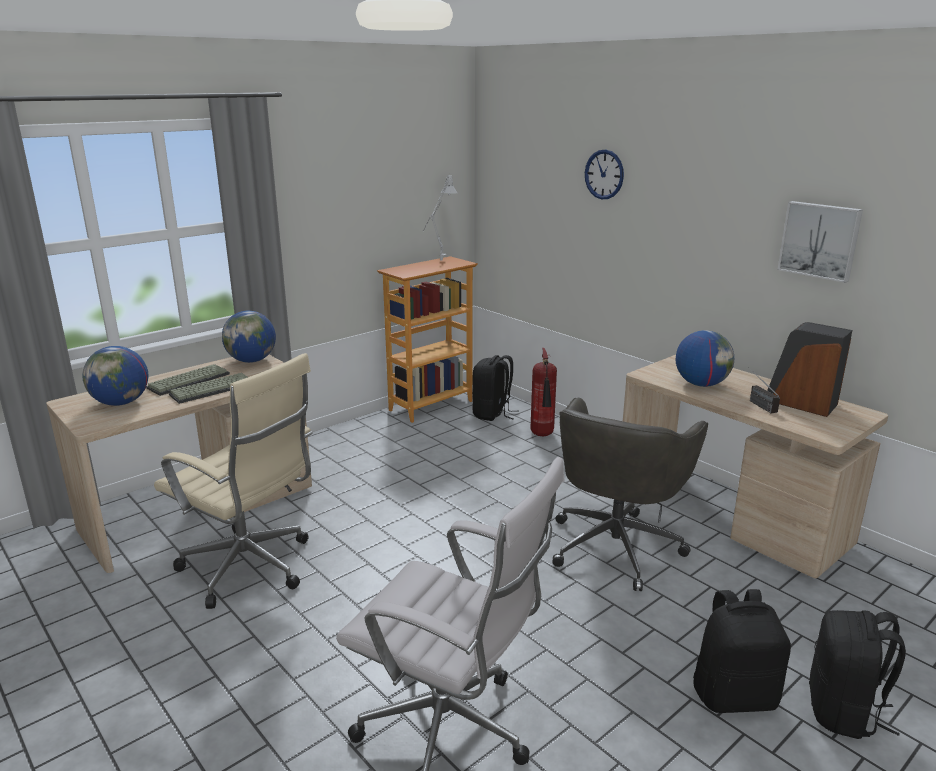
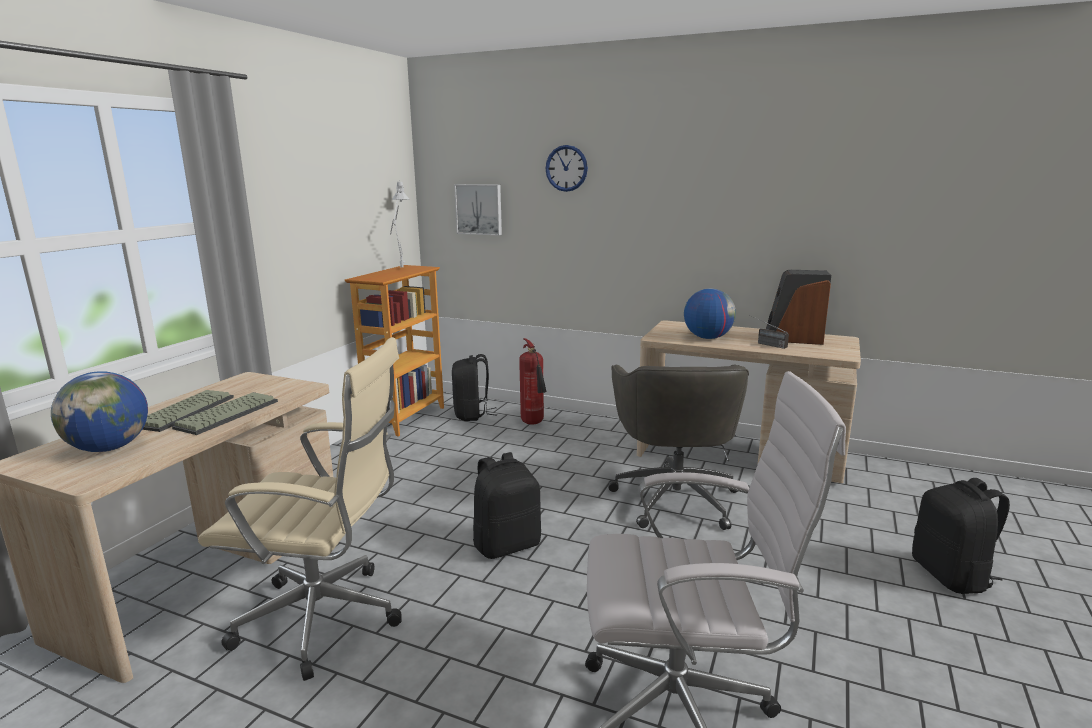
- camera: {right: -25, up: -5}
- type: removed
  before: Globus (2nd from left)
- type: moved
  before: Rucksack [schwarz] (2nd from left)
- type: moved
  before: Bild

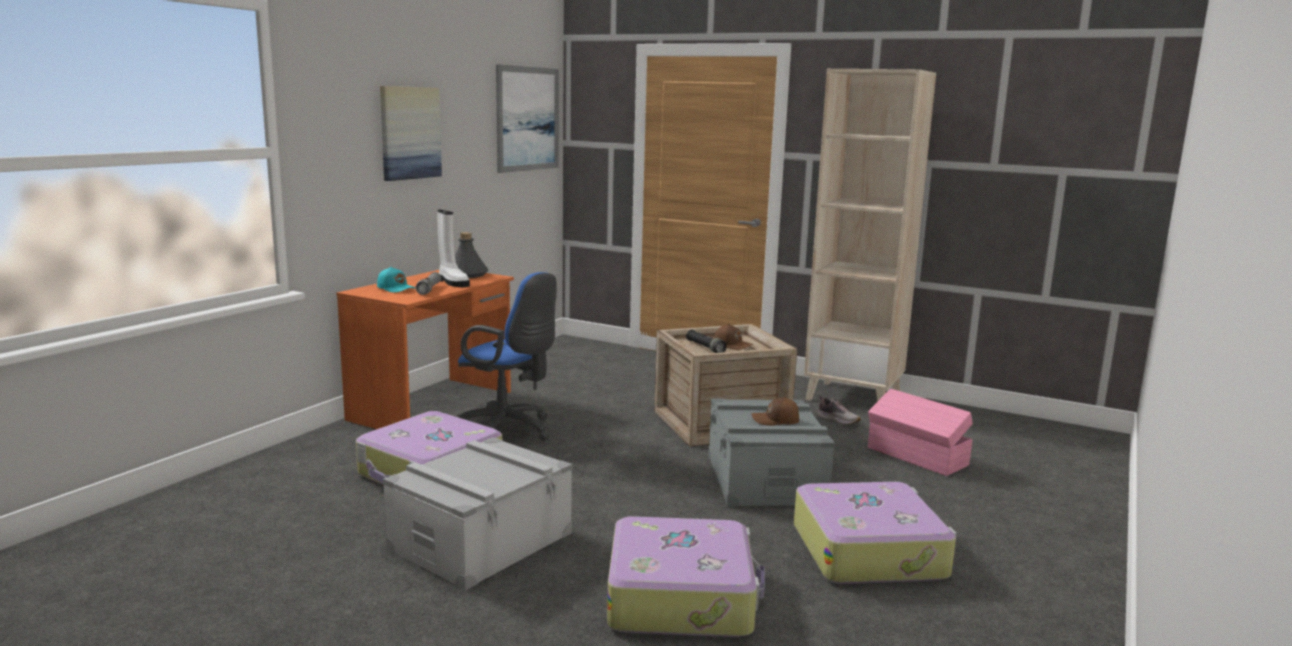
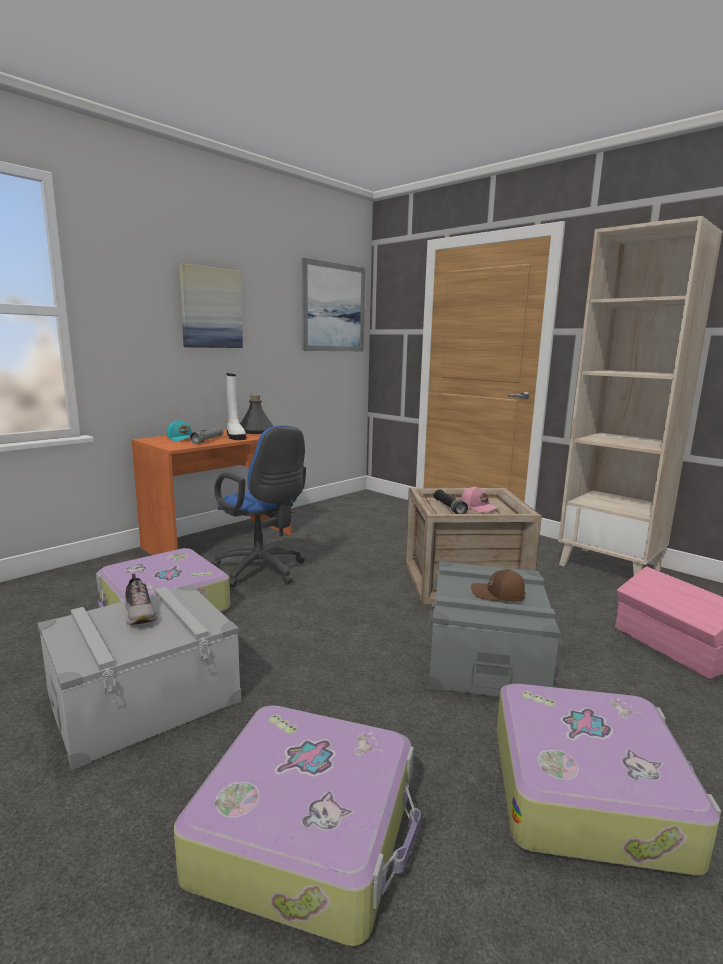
- camera: {right: 15, up: 0}
- type: recoloured
  before: Kappe [braun] (1st from left)
  after: Kappe [rosa]
- type: moved
  before: Schuh

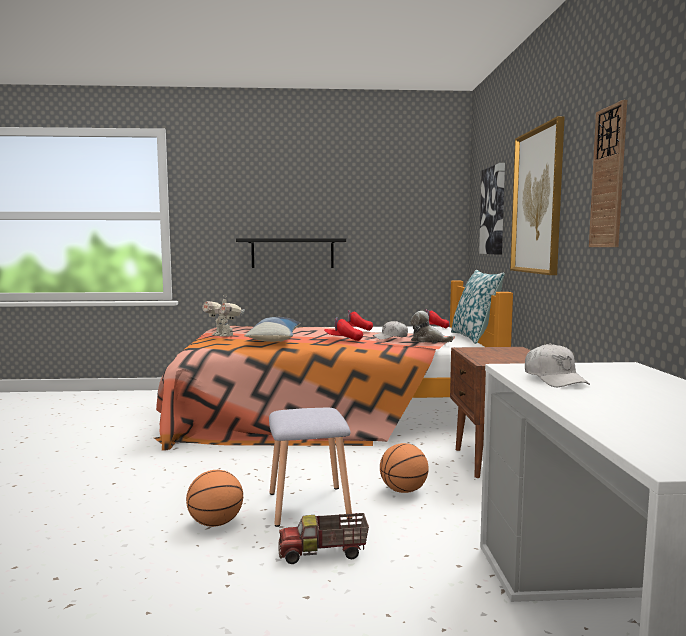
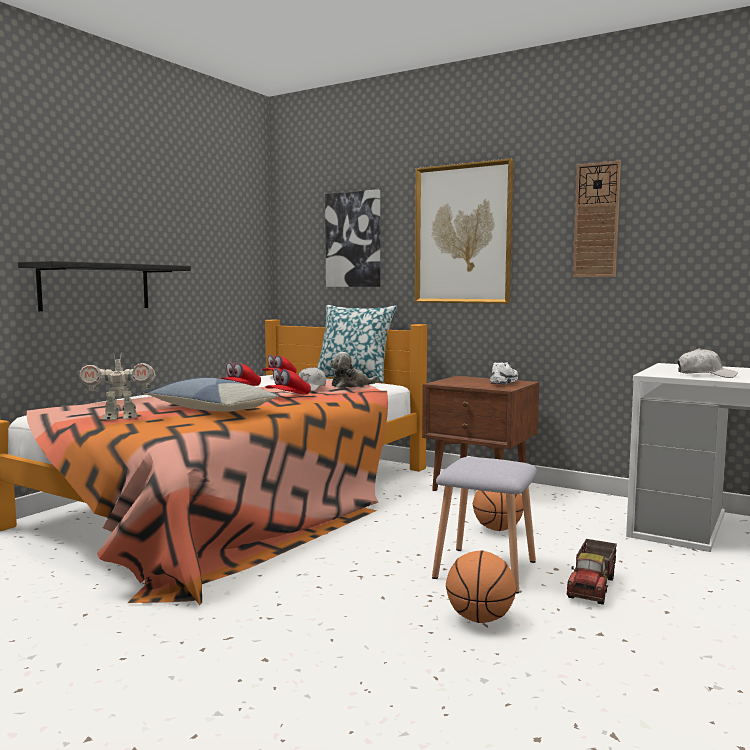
- camera: {right: -55, up: 0}
- type: added
  after: Schuh [weiß]

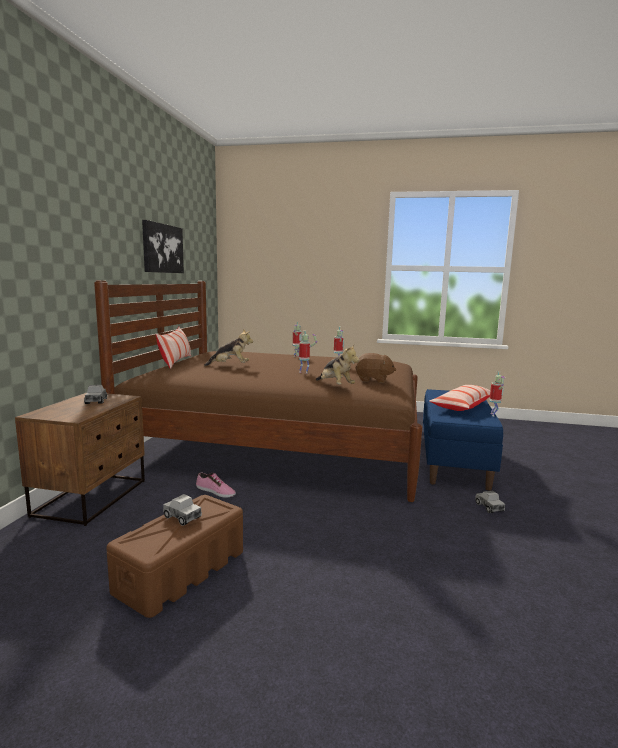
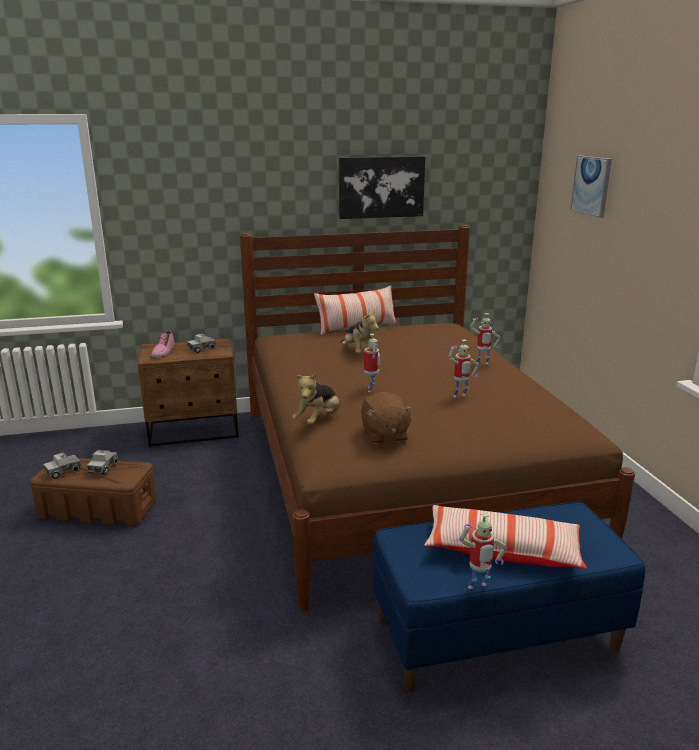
- camera: {right: 65, up: 10}
- type: moved
  before: Schuh
- type: moved
  before: Spielzeuglaster (3rd from left in the first image)
  after: Spielzeuglaster (1st from left)
- type: added
  after: Bild (2nd from left)

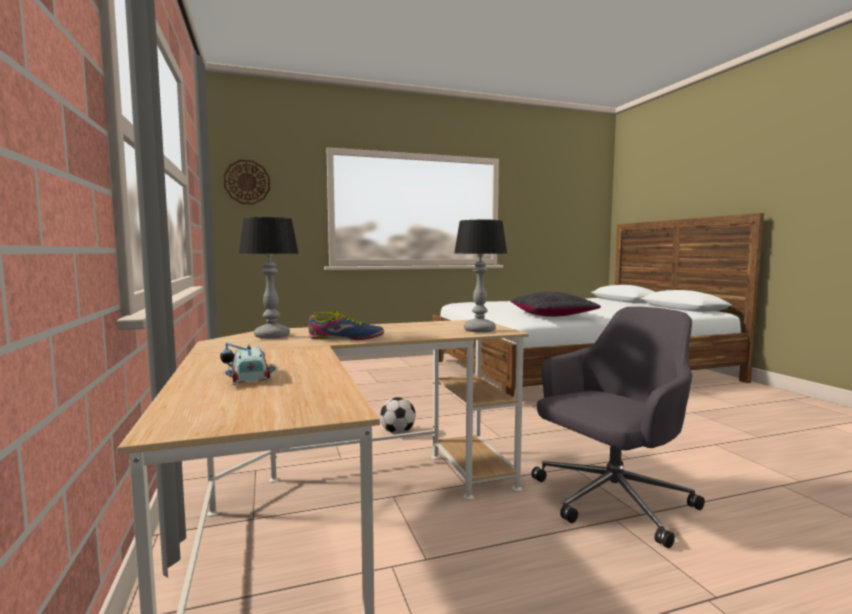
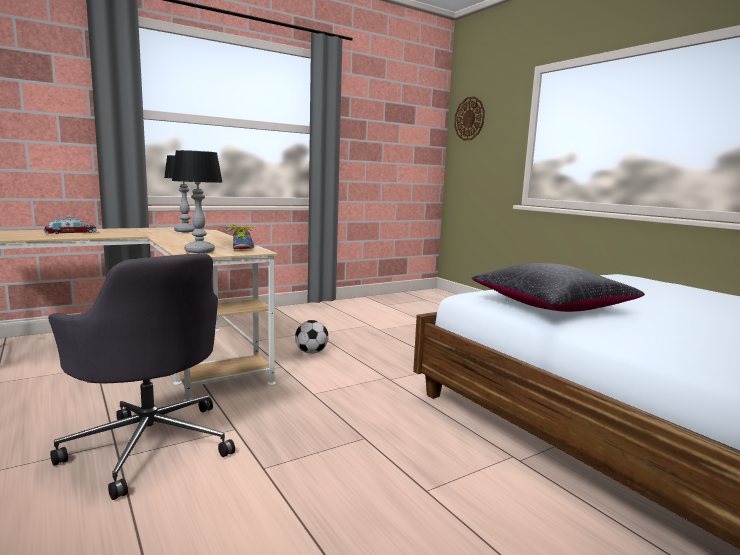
- camera: {right: 75, up: 5}
- type: moved
  before: Schuh

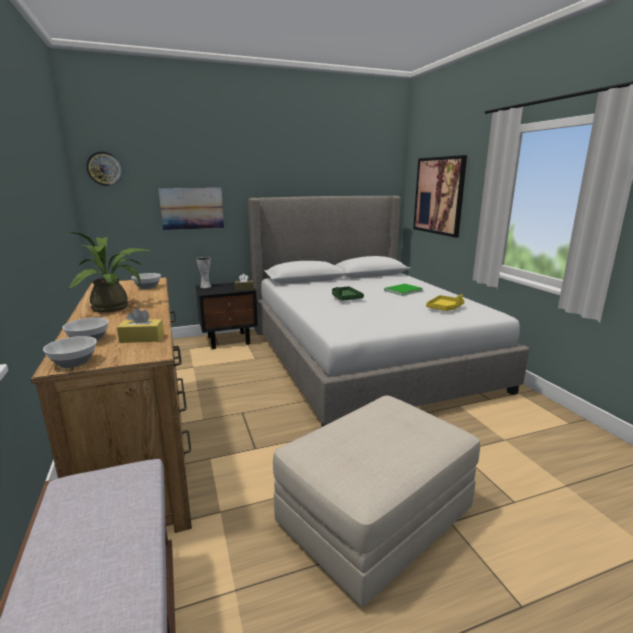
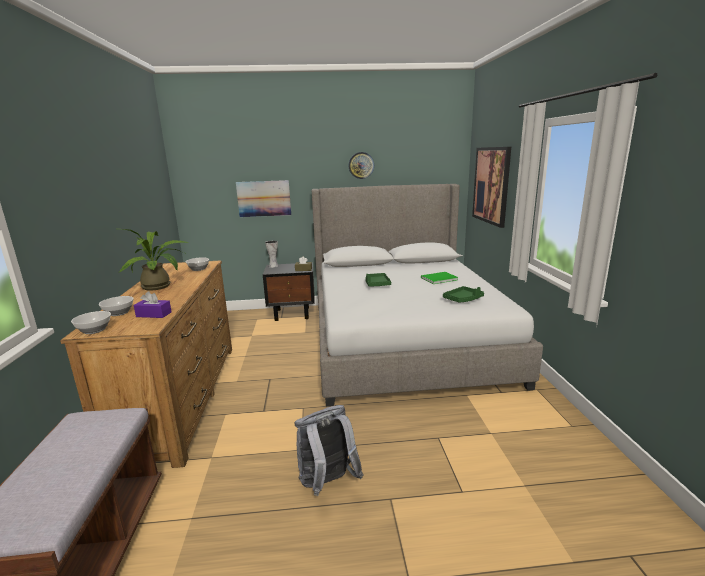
- camera: {right: 15, up: 0}
- type: moved
  before: Wanduhr
- type: recoloured
  before: Taschentuchbox [gelb]
  after: Taschentuchbox [lila]
- type: replaced
  before: Polsterhocker [beige]
  after: Rucksack [grau]
- type: recoloured
  before: Tablett [gelb]
  after: Tablett [grün] (2nd from left)

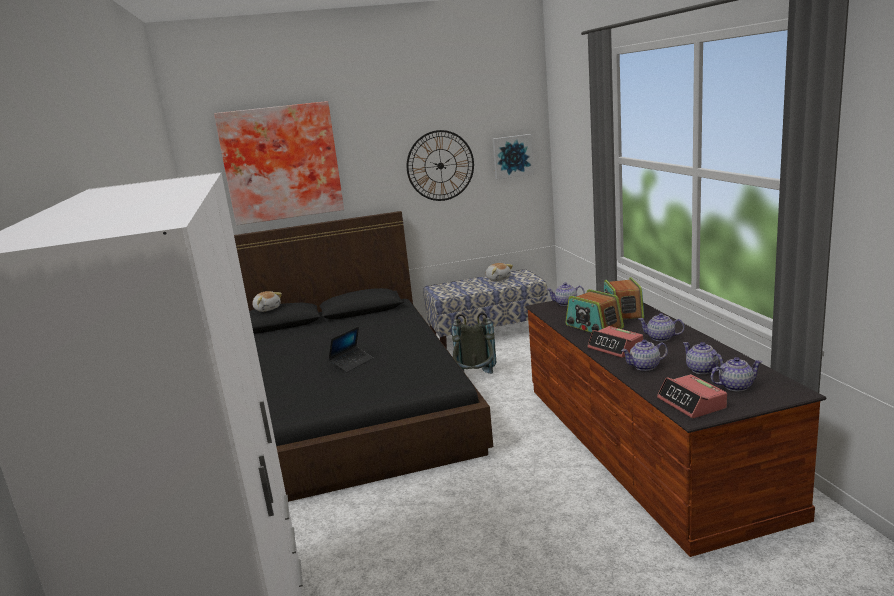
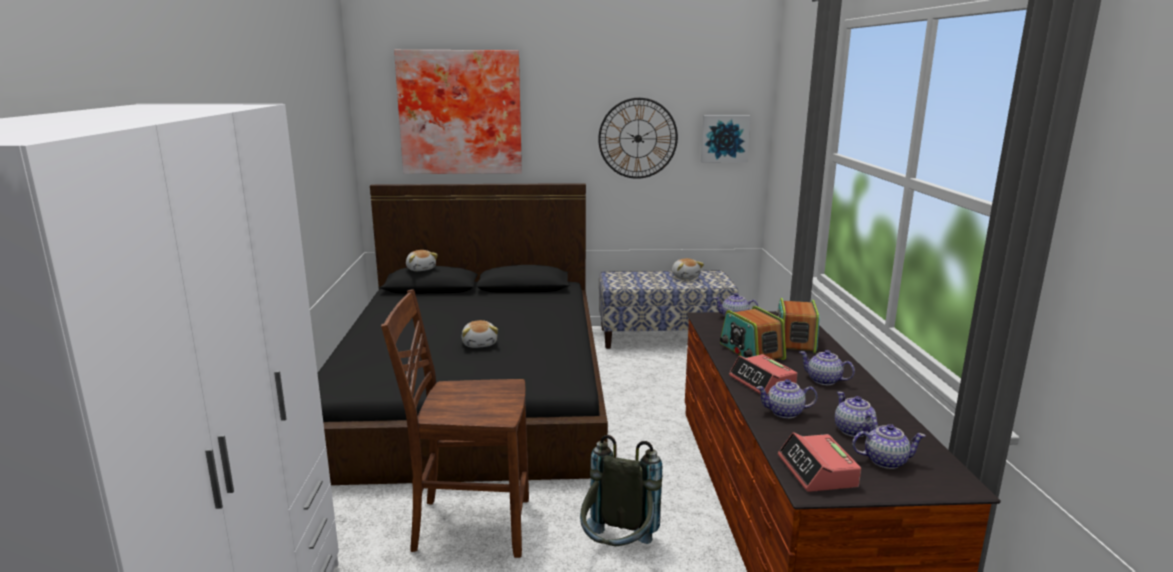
- camera: {right: 10, up: 0}
- type: replaced
  before: Laptop
  after: Plüschtier (2nd from left)
- type: moved
  before: Rucksack [grau]
- type: added
  after: Stuhl [braun]

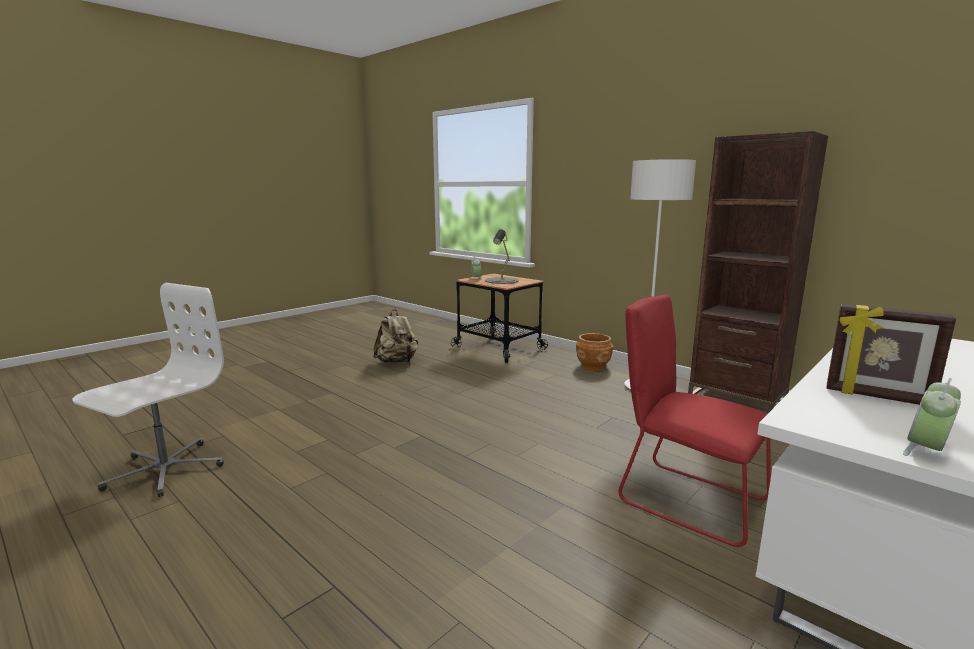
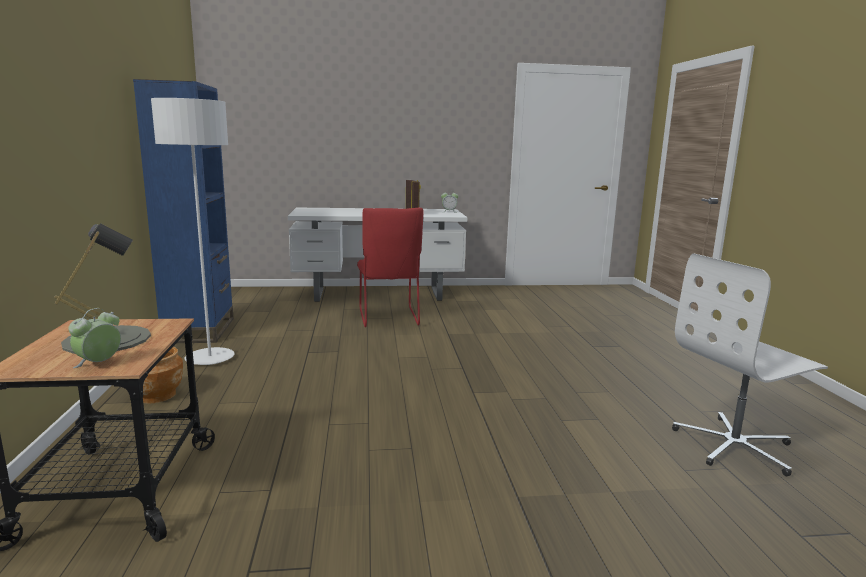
- camera: {right: -140, up: 0}
- type: removed
  before: Rucksack [beige]
- type: recoloured
  before: Bücherregal [braun]
  after: Bücherregal [blau]

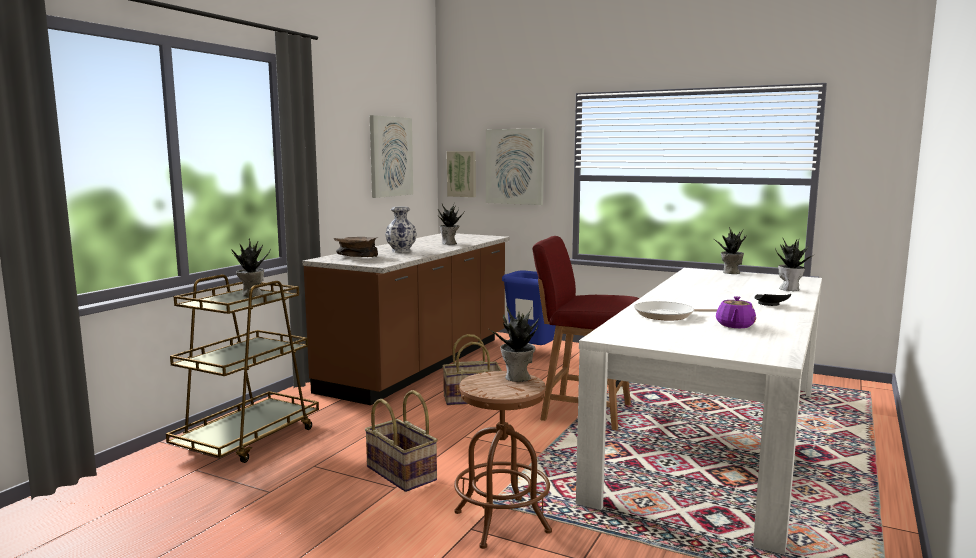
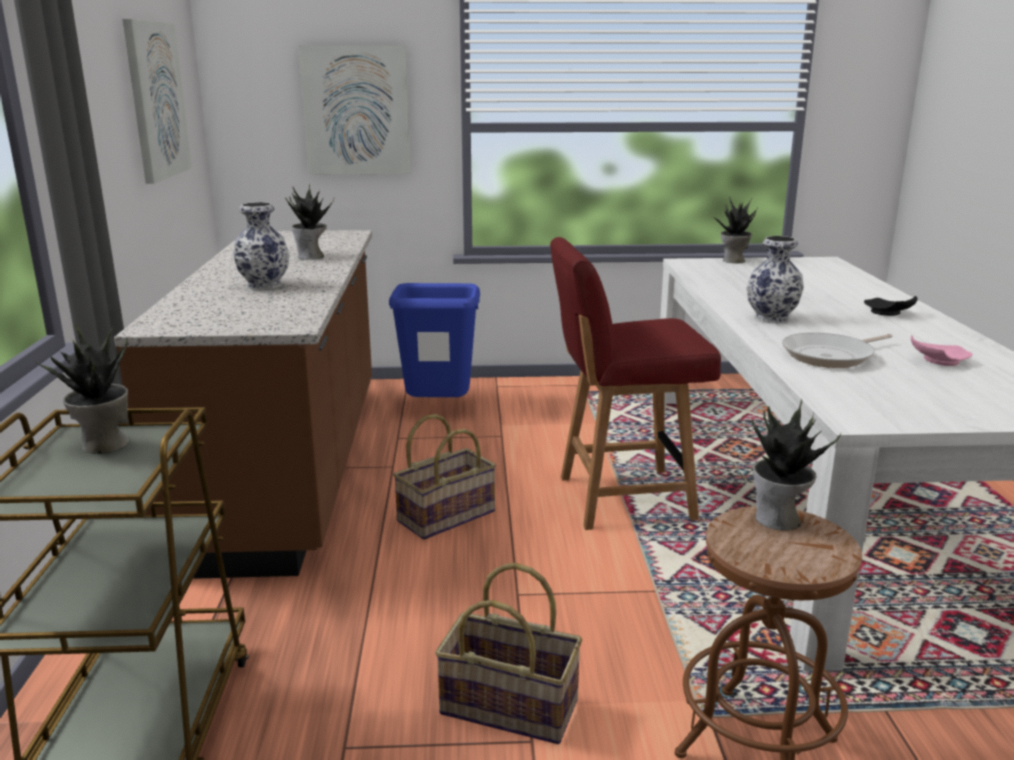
- camera: {right: -30, up: 10}
- type: removed
  before: Schüssel [braun]
- type: removed
  before: Bild (2nd from left)
- type: replaced
  before: Teekanne [lila]
  after: Teller [rosa]
- type: removed
  before: Topfpflanze (5th from left)
- type: added
  after: Vase (2nd from left)

